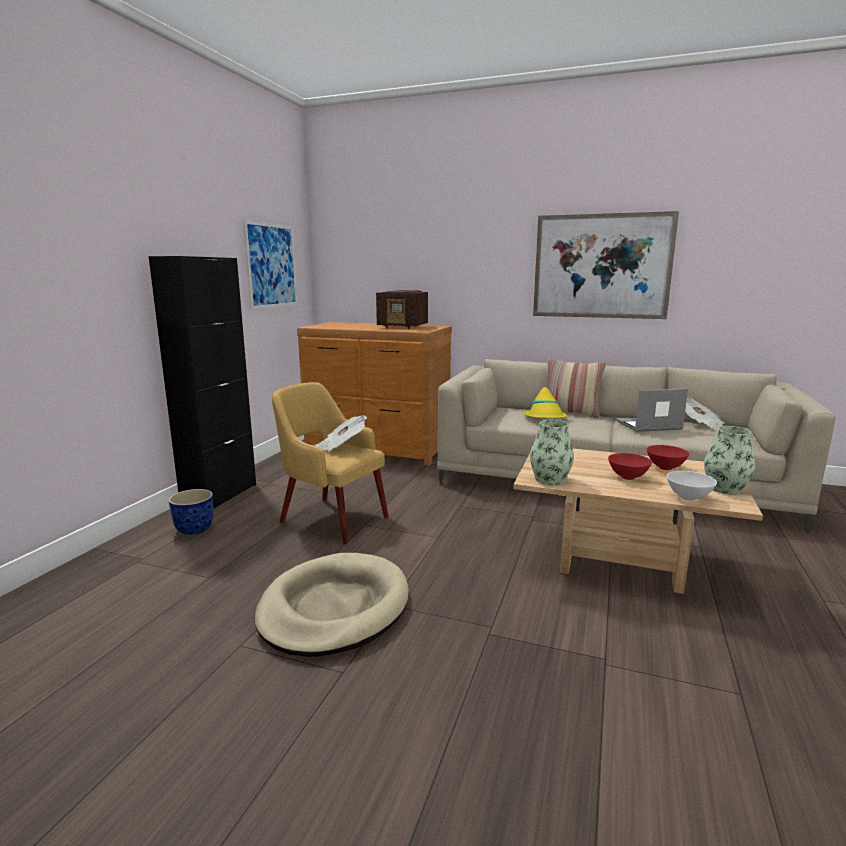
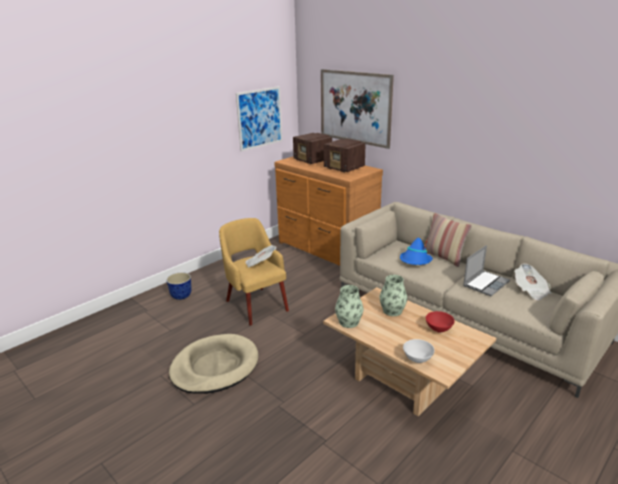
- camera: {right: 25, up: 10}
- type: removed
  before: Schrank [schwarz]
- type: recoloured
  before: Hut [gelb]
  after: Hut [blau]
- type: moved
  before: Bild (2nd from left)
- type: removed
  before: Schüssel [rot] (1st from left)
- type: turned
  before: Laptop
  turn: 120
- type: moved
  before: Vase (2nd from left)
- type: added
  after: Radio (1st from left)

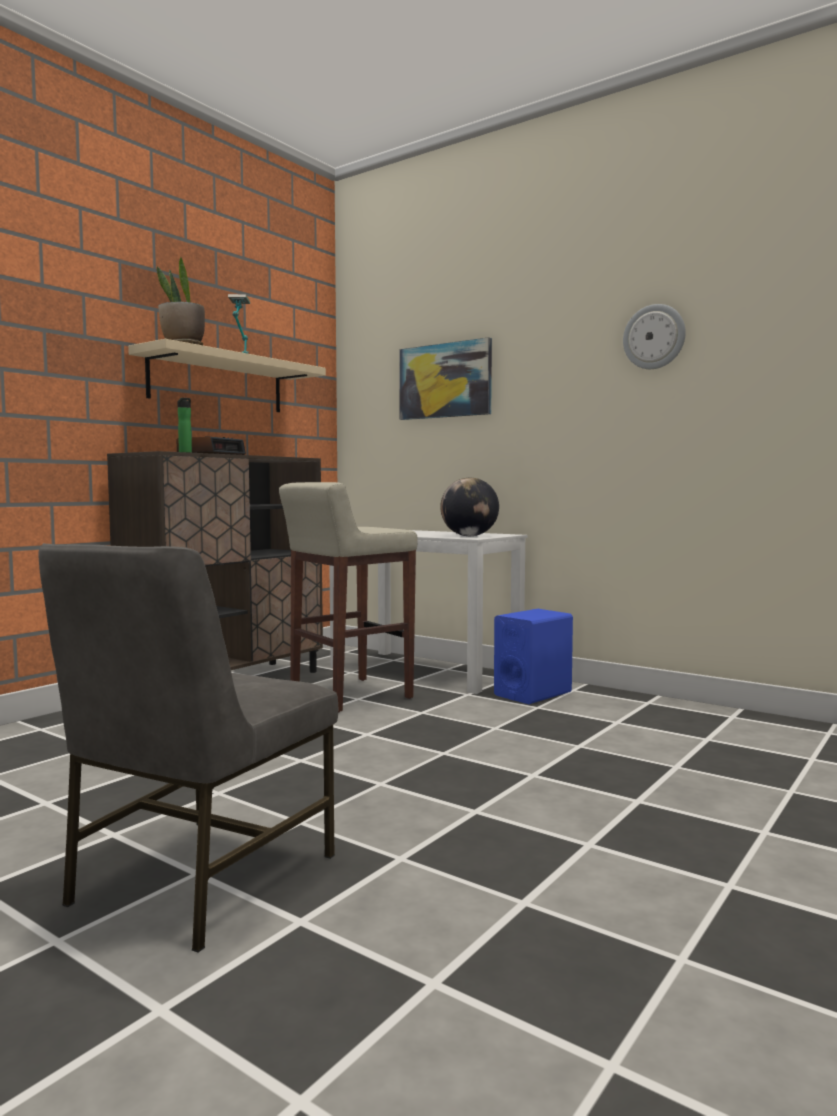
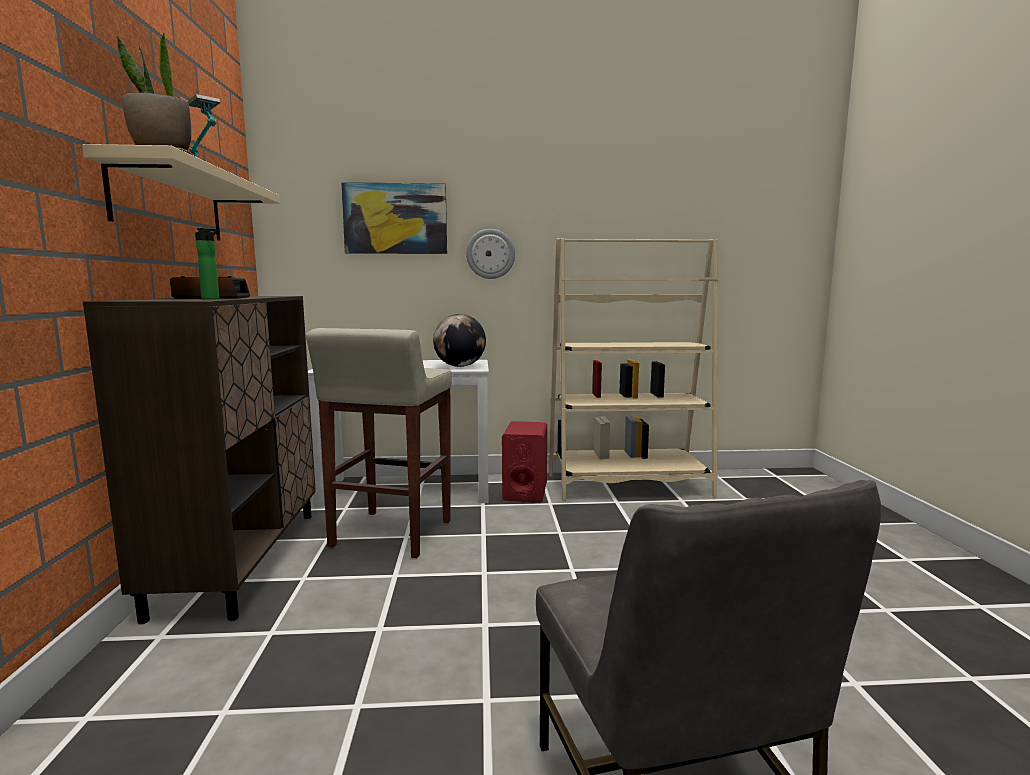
- camera: {right: -40, up: 5}
- type: recoloured
  before: Lautsprecher [blau]
  after: Lautsprecher [rot]
- type: moved
  before: Wanduhr
- type: added
  after: Bücherregal [beige]

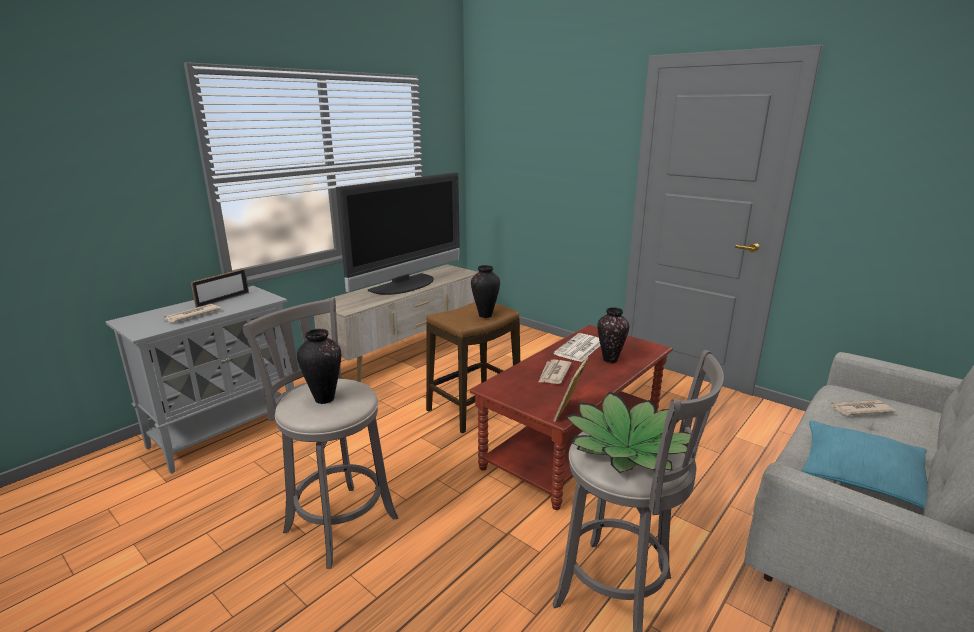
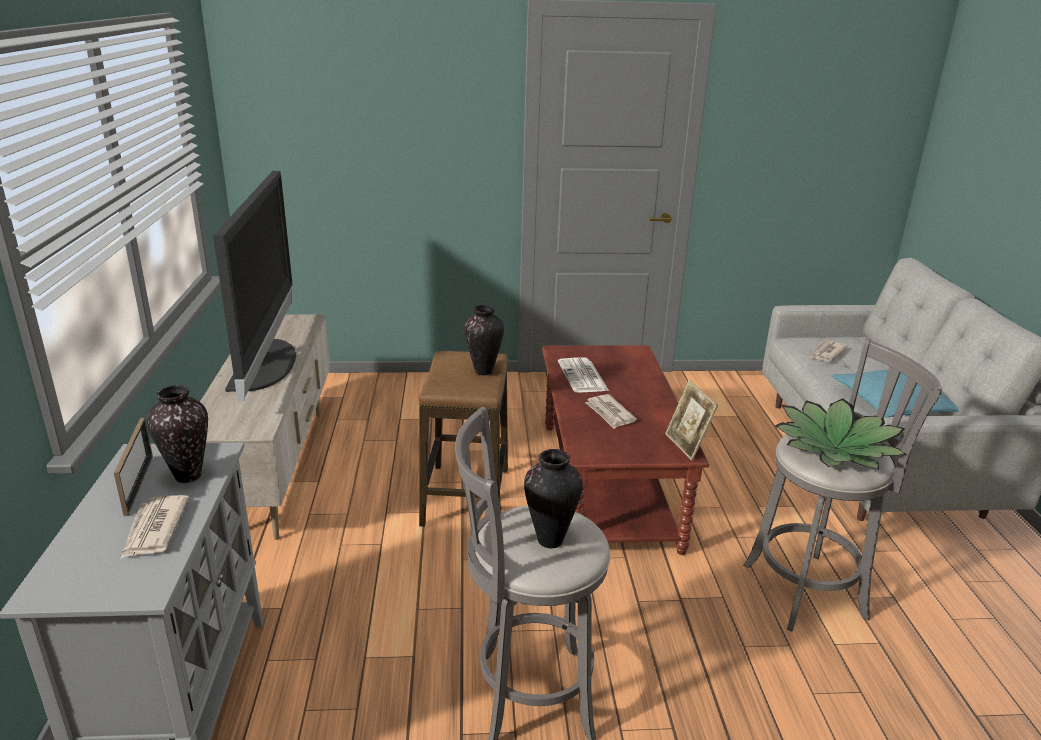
- camera: {right: -45, up: 5}
- type: moved
  before: Vase (3rd from left in the first image)
  after: Vase (1st from left)

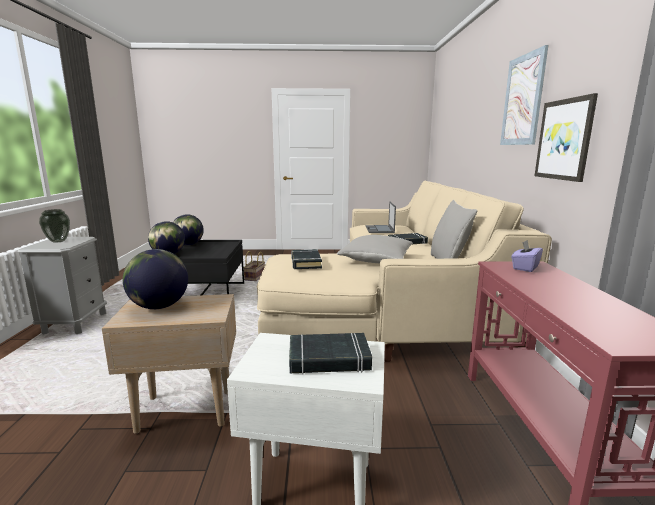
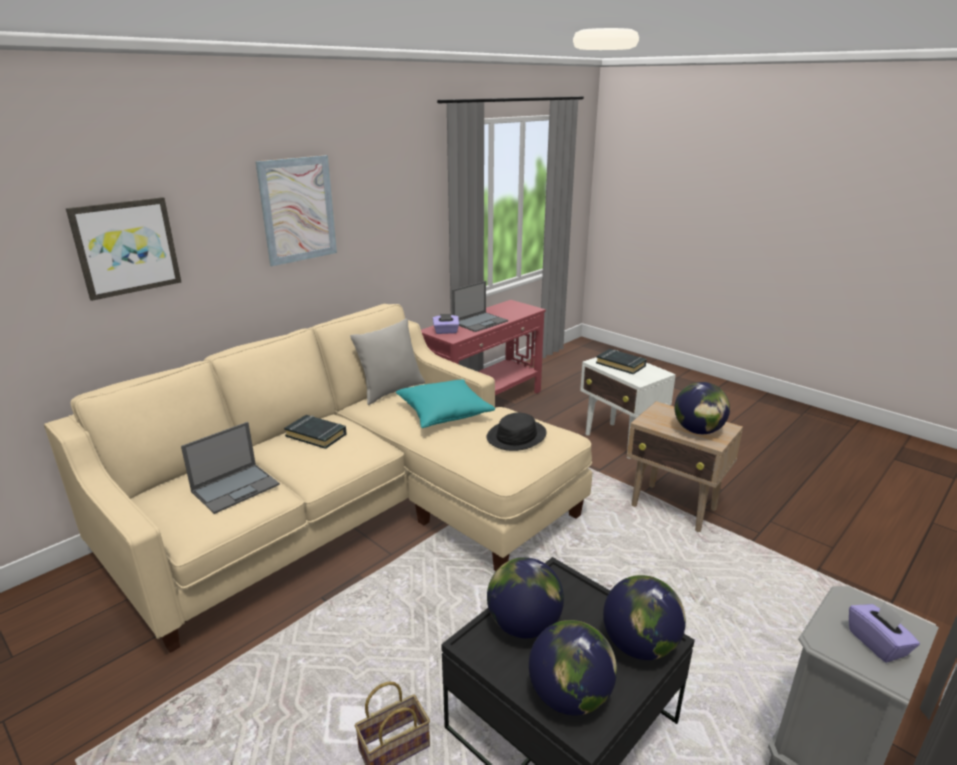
- camera: {right: -135, up: 10}
- type: replaced
  before: Vase
  after: Taschentuchbox [lila] (2nd from left)
- type: replaced
  before: Buch [schwarz] (1st from left)
  after: Hut [schwarz]
- type: recoloured
  before: Kissen [grau] (1st from left)
  after: Kissen [türkis]
- type: moved
  before: Bild (2nd from left in the first image)
  after: Bild (1st from left)
- type: added
  after: Laptop (2nd from left)
- type: added
  after: Globus (1st from left)

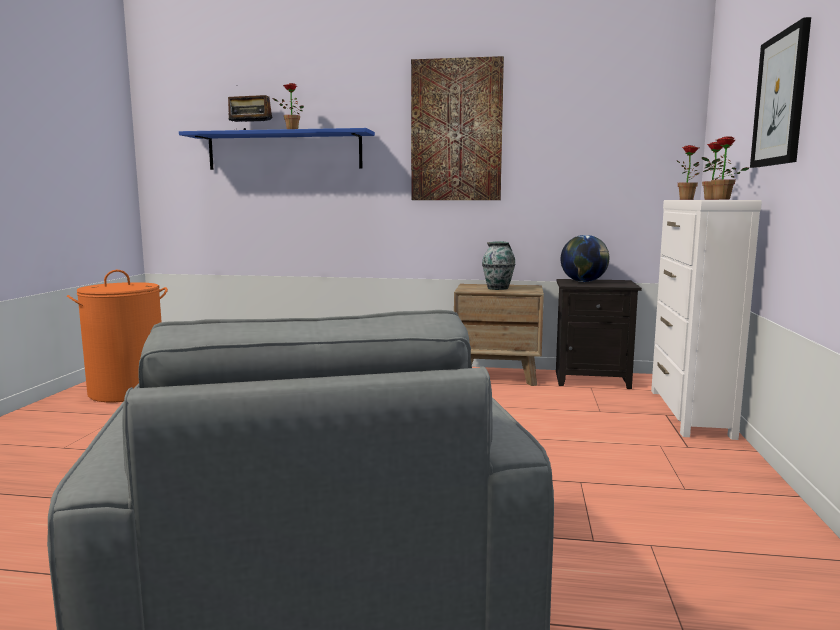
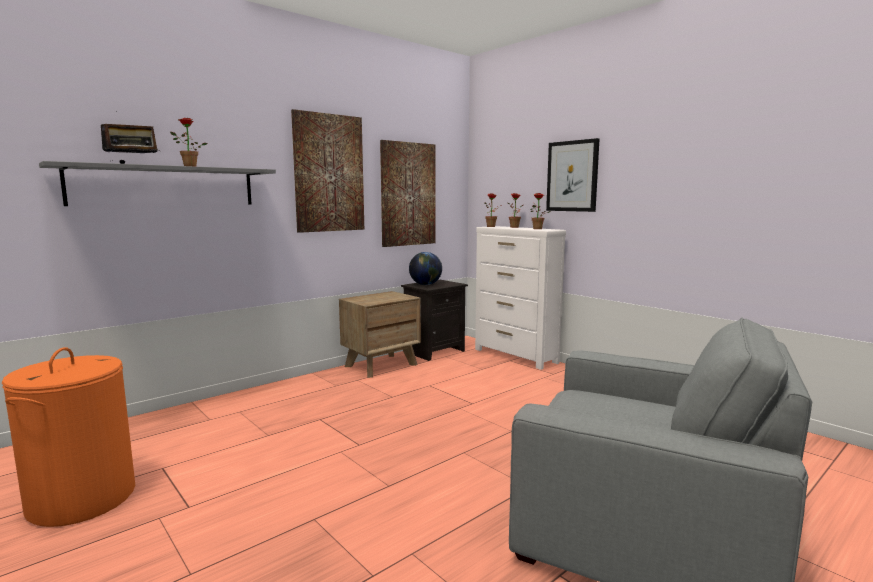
- camera: {right: -50, up: 0}
- type: recoloured
  before: Wandregal [blau]
  after: Wandregal [grau]
- type: removed
  before: Vase
- type: added
  after: Bild (2nd from left)

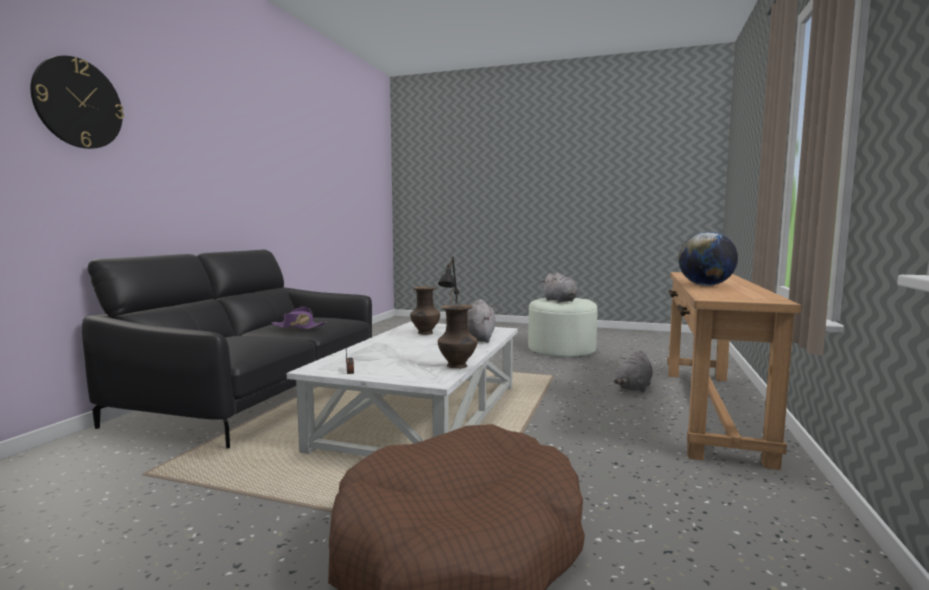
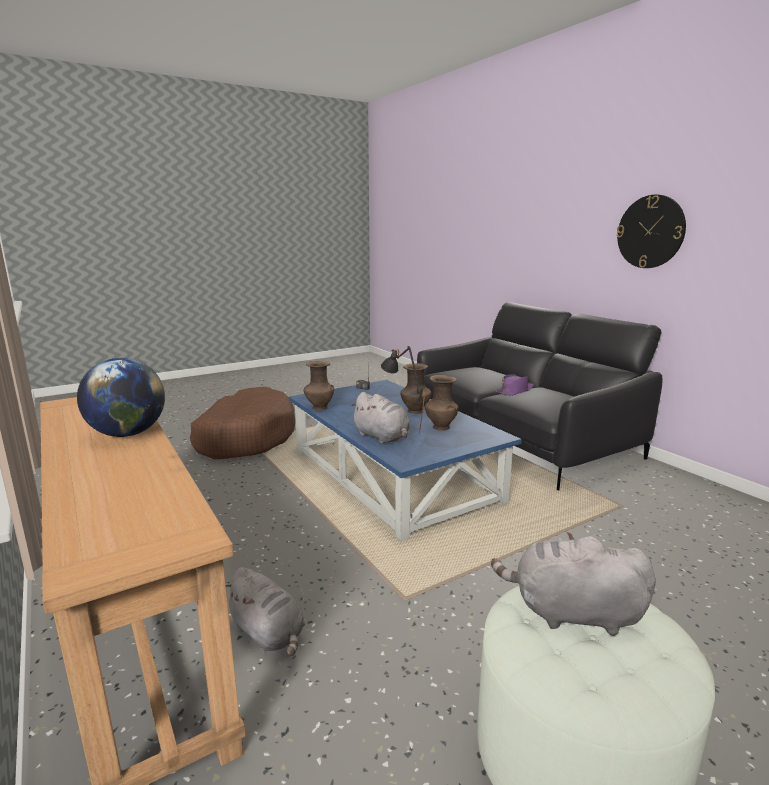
- camera: {right: 130, up: 10}
- type: moved
  before: Wanduhr
- type: recoloured
  before: Couchtisch [weiß]
  after: Couchtisch [blau]
- type: turned
  before: Plüschtier [grau] (3rd from left in the first image)
  turn: 150
- type: added
  after: Vase [braun] (2nd from left)

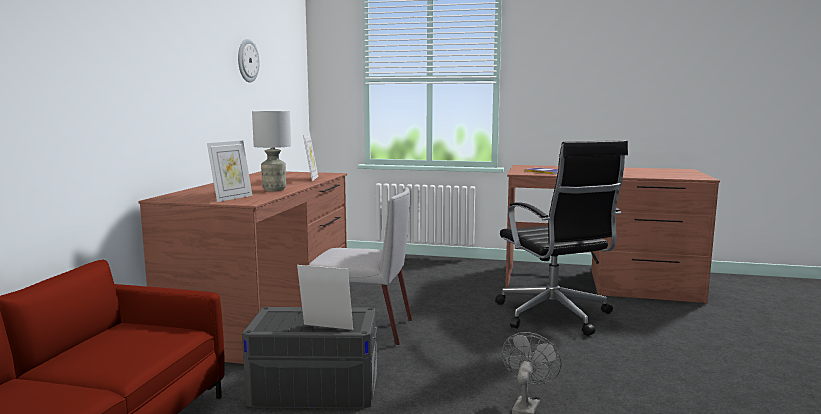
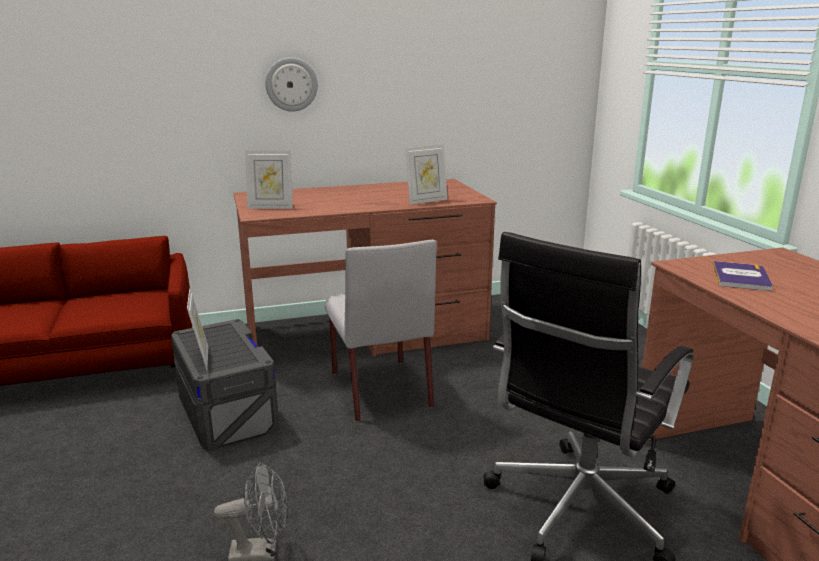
- camera: {right: 60, up: 10}
- type: moved
  before: Wanduhr
- type: removed
  before: Tischlampe [grau]

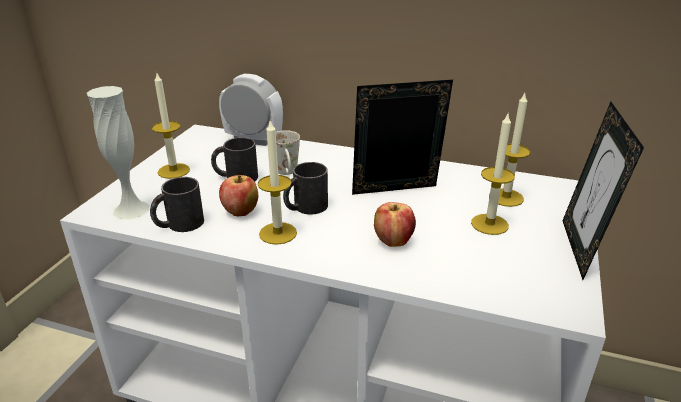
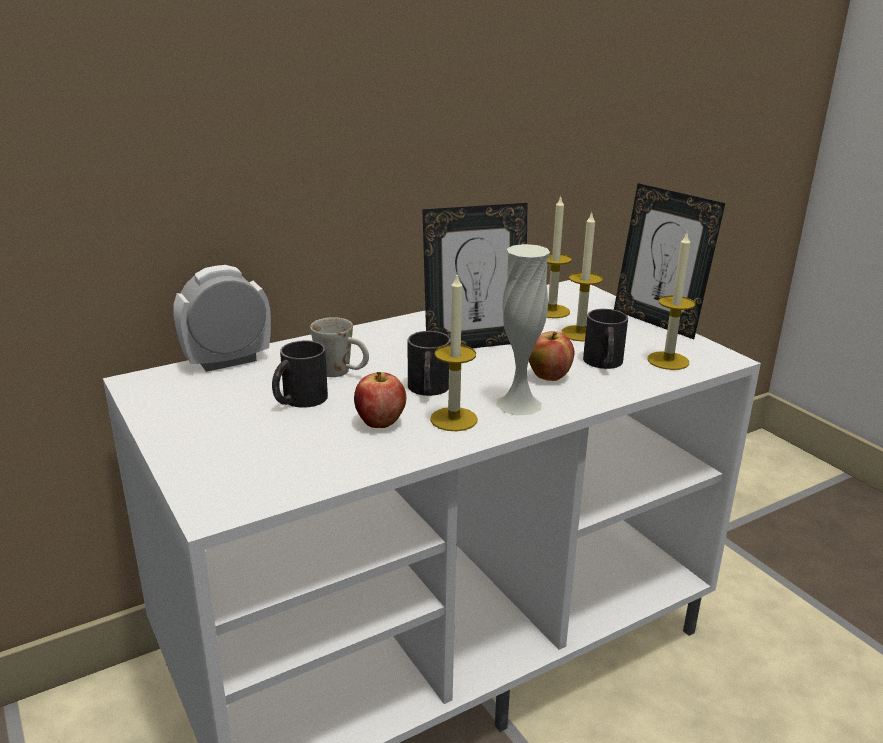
- camera: {right: -50, up: -5}
- type: moved
  before: Vase [weiß]
- type: moved
  before: Henkelbecher [schwarz] (1st from left in the first image)
  after: Henkelbecher [schwarz] (3rd from left)
- type: moved
  before: Kerze (1st from left in the first image)
  after: Kerze (4th from left)
- type: turned
  before: Bilderrahmen (1st from left)
  turn: -135

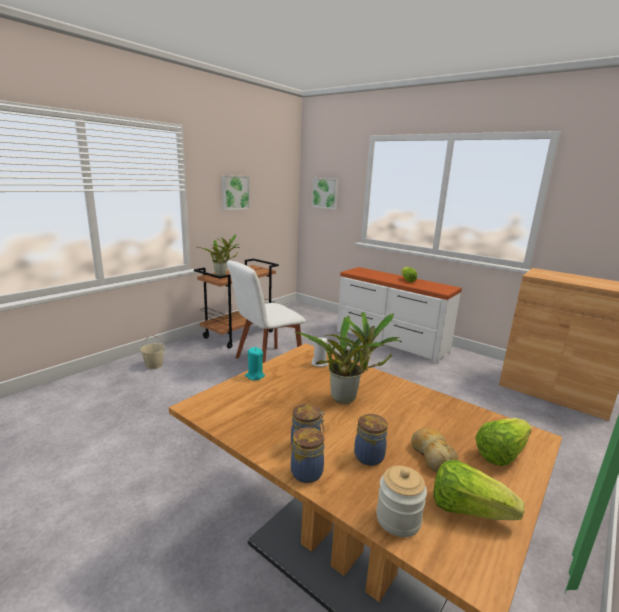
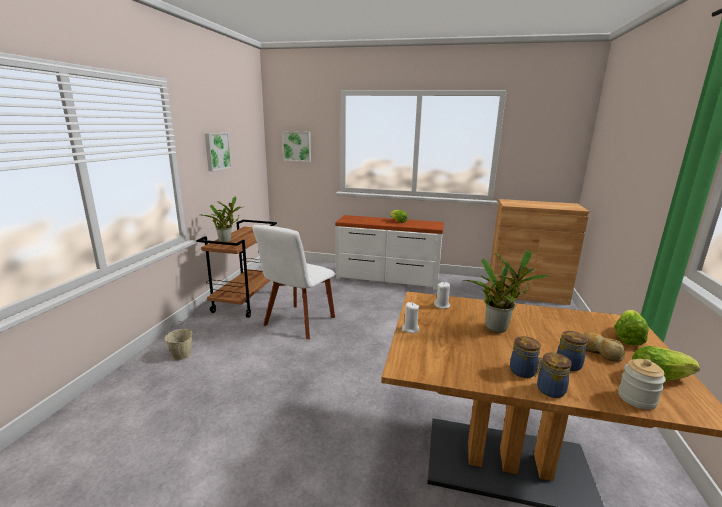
- camera: {right: -25, up: 0}
- type: recoloured
  before: Kerze [türkis]
  after: Kerze [weiß] (1st from left)

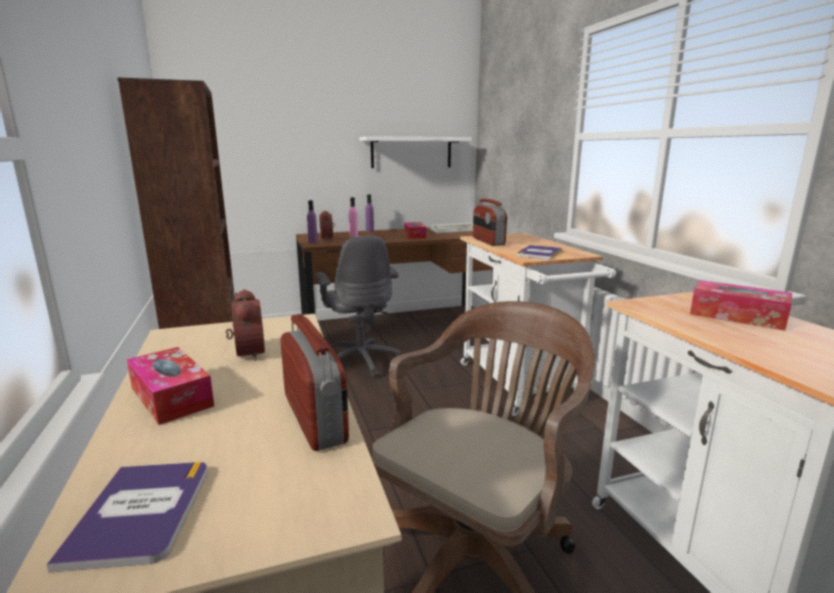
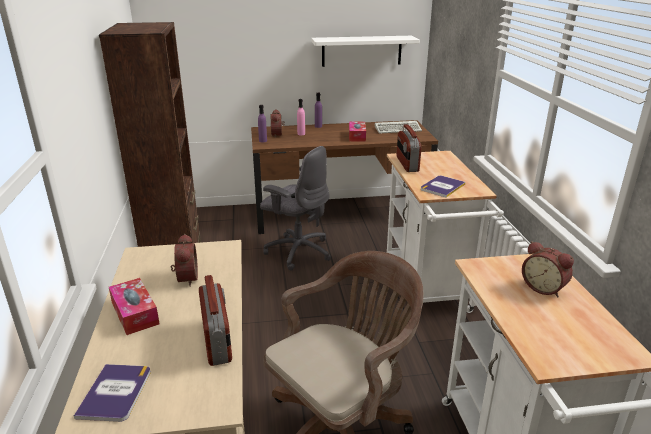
- camera: {right: 10, up: 10}
- type: turned
  before: Bürostuhl [grau]
  turn: -45
- type: replaced
  before: Taschentuchbox (3rd from left)
  after: Wecker (3rd from left)

